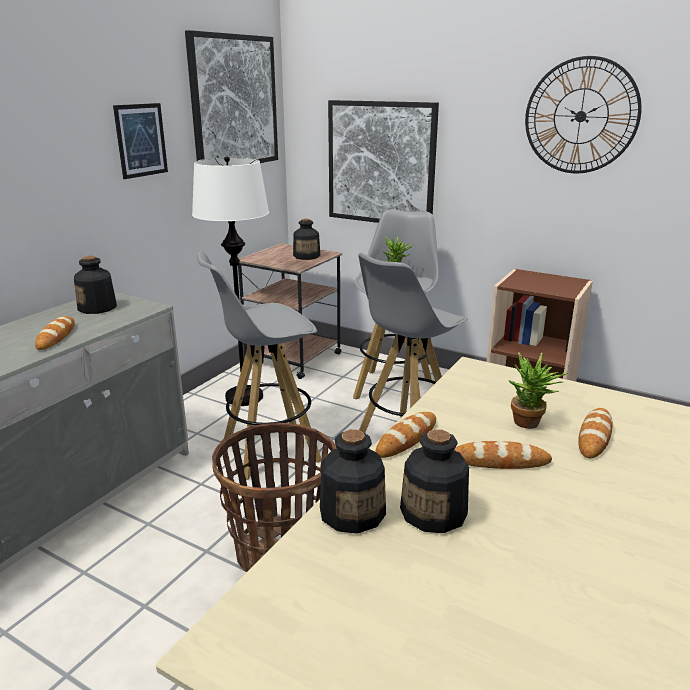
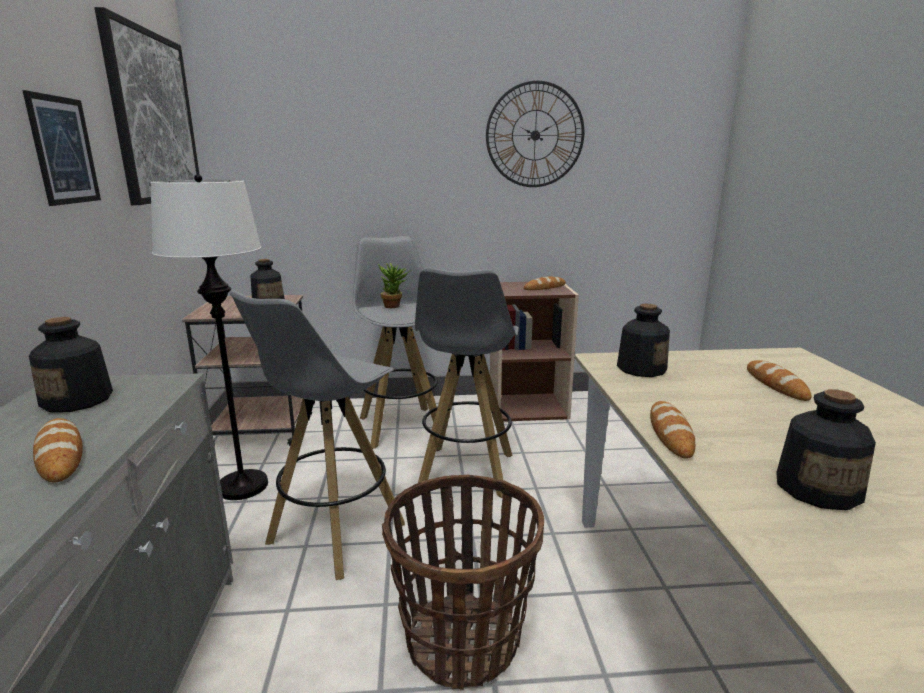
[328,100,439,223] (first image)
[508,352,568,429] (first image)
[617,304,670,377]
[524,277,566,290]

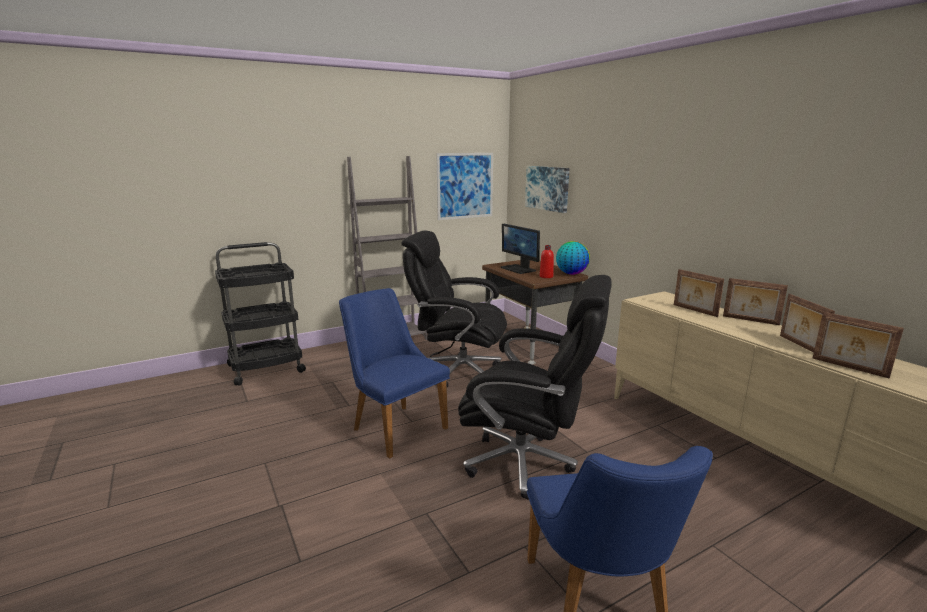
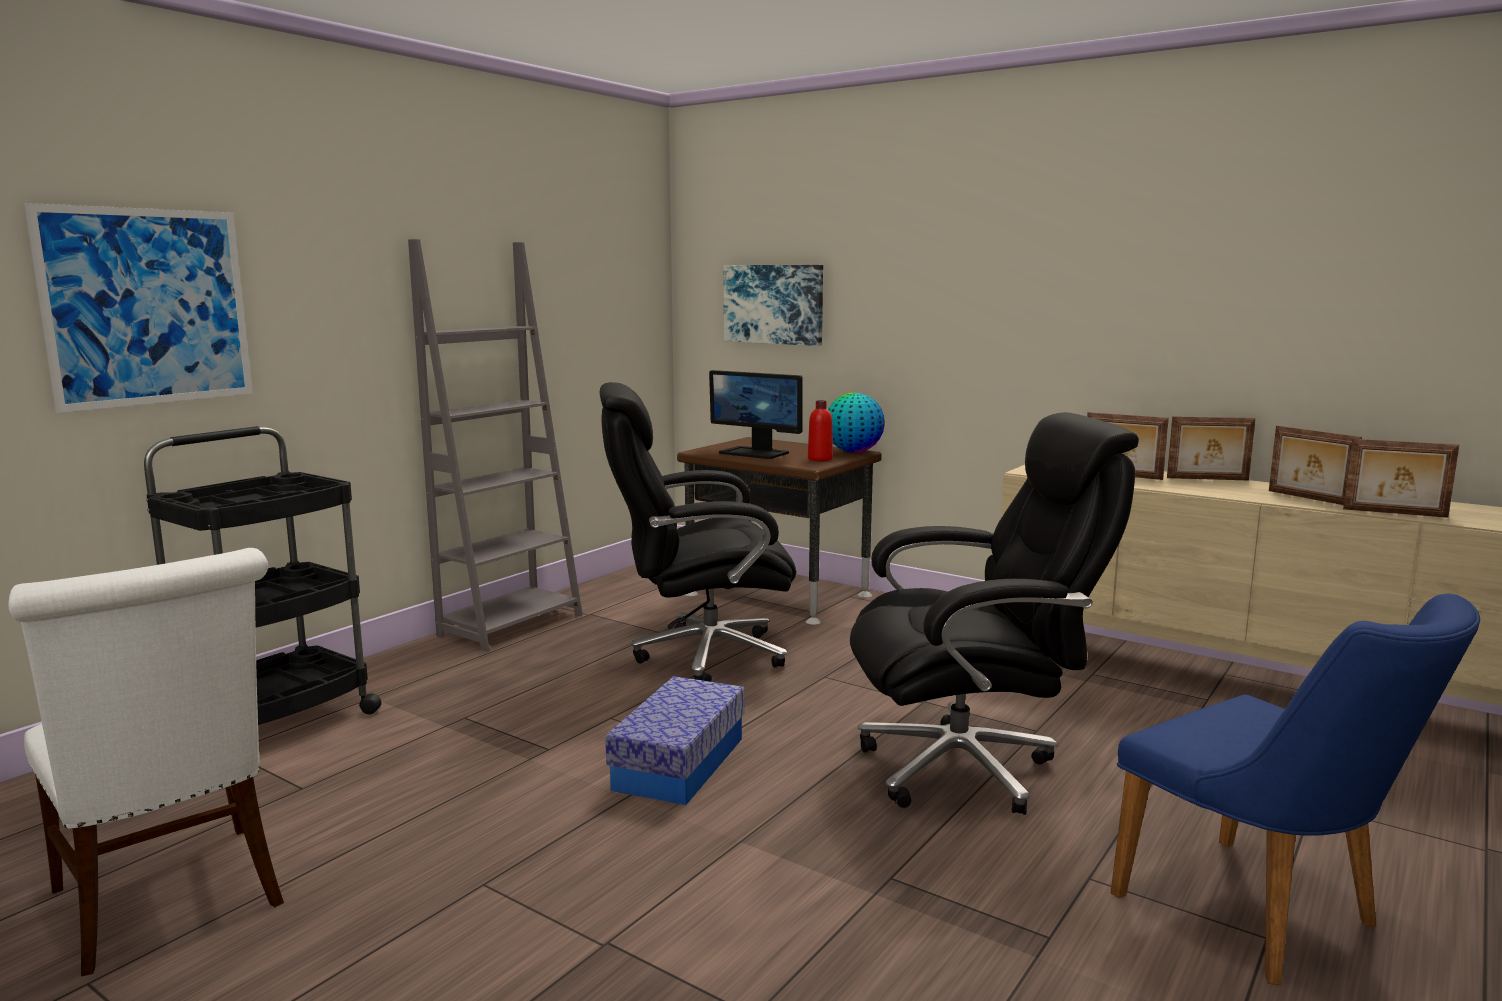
[24,203,253,413]
[605,676,745,805]
[9,548,284,976]

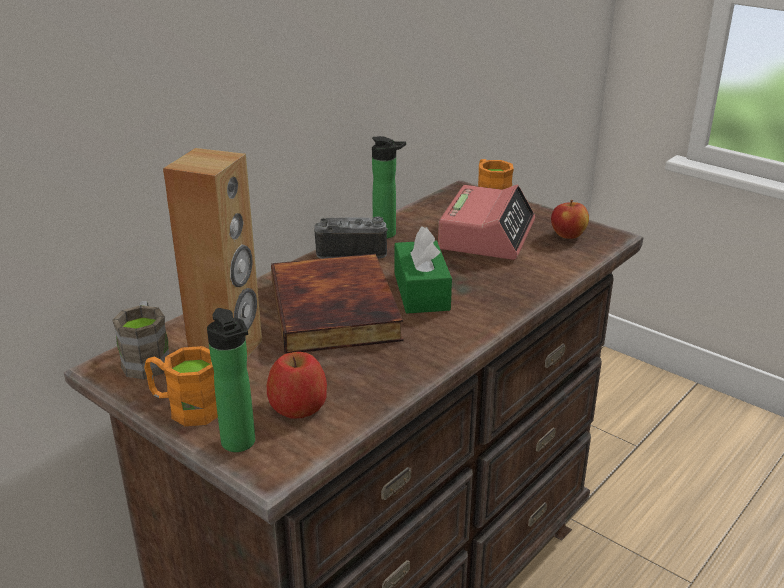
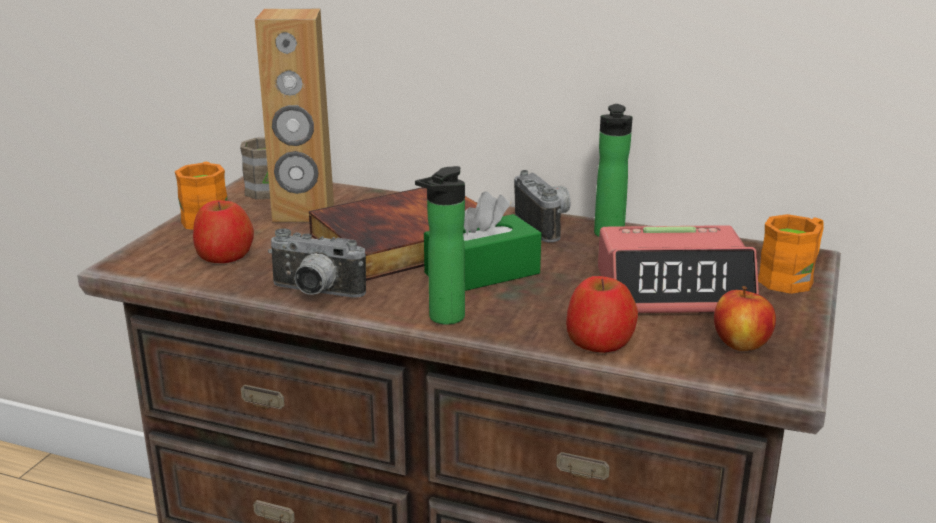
[415,166,465,325]
[268,228,366,298]
[566,276,638,353]

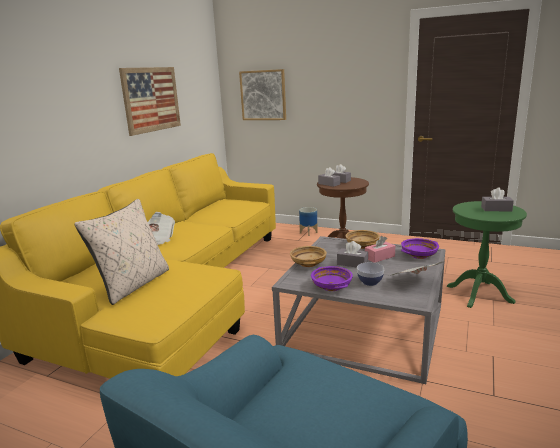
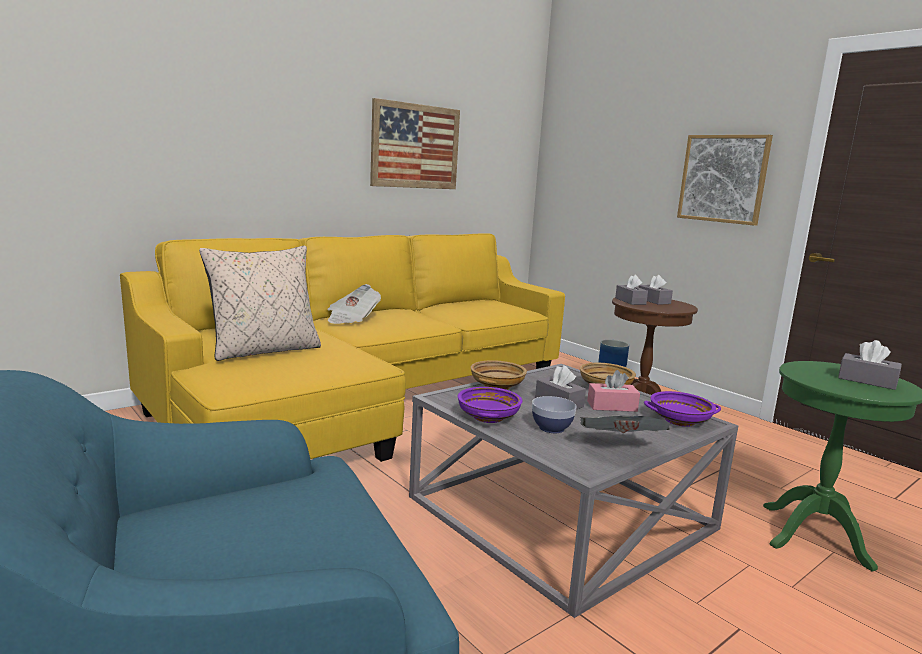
[677,135,773,226]

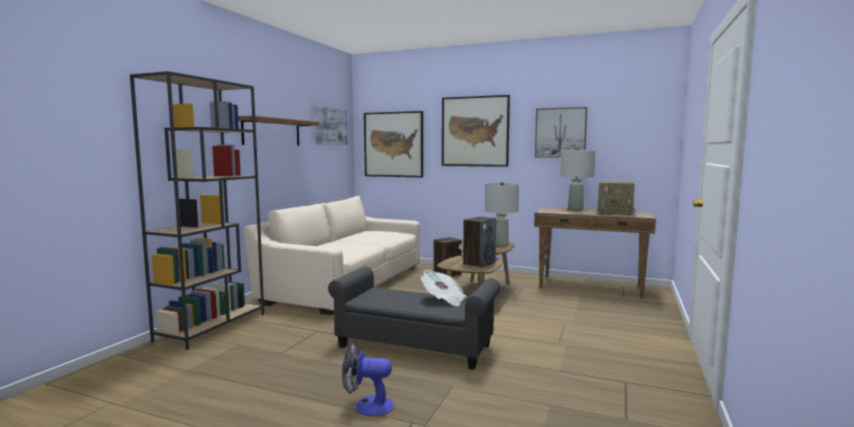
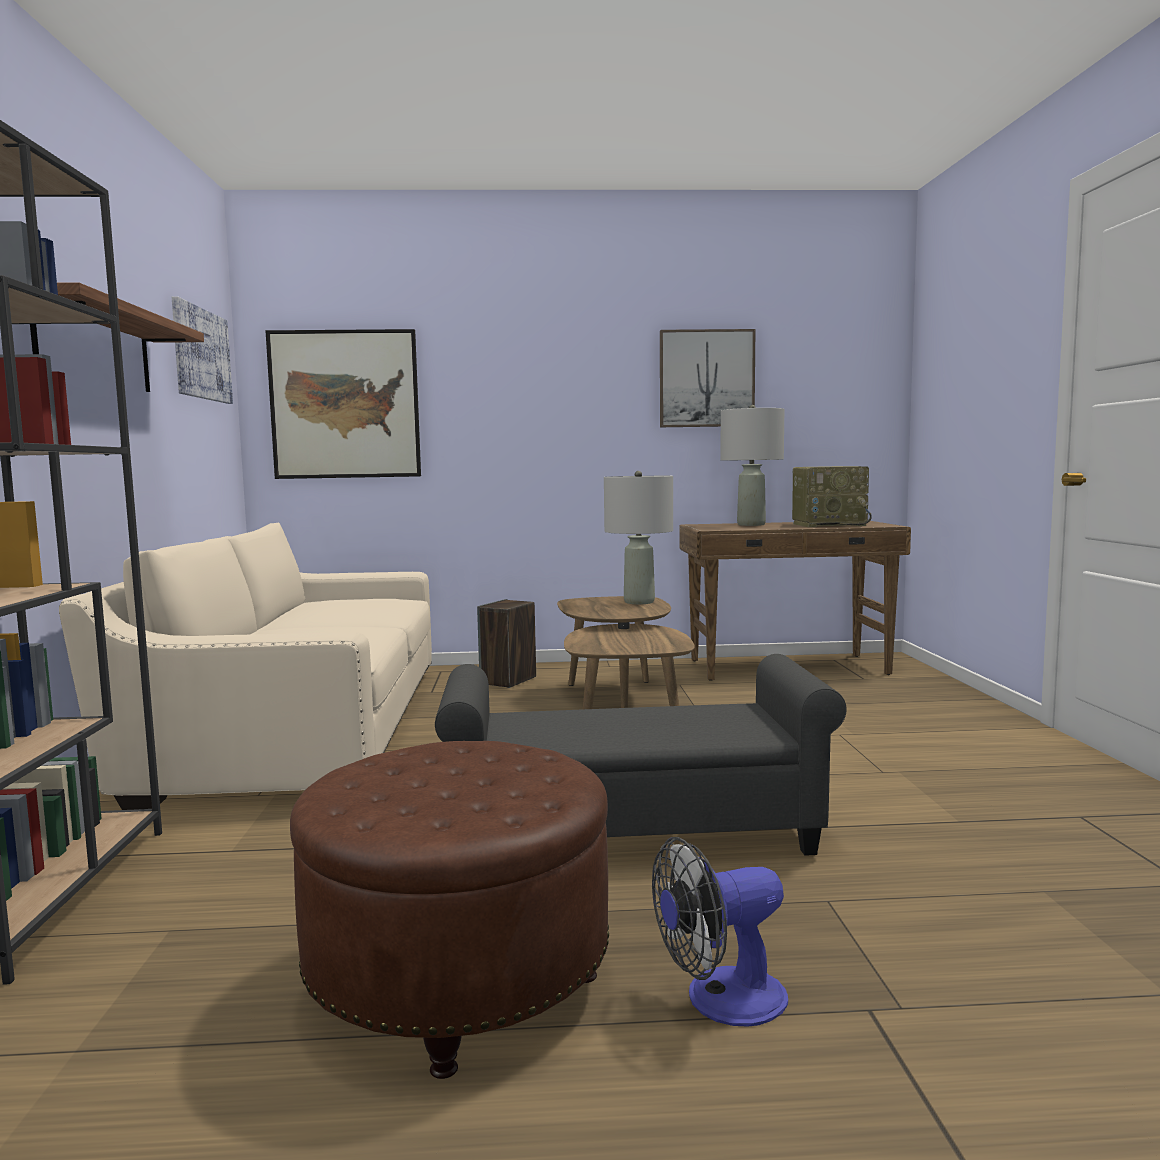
[442,95,510,167] (first image)
[463,216,496,268] (first image)
[421,270,466,306] (first image)
[290,741,609,1079]

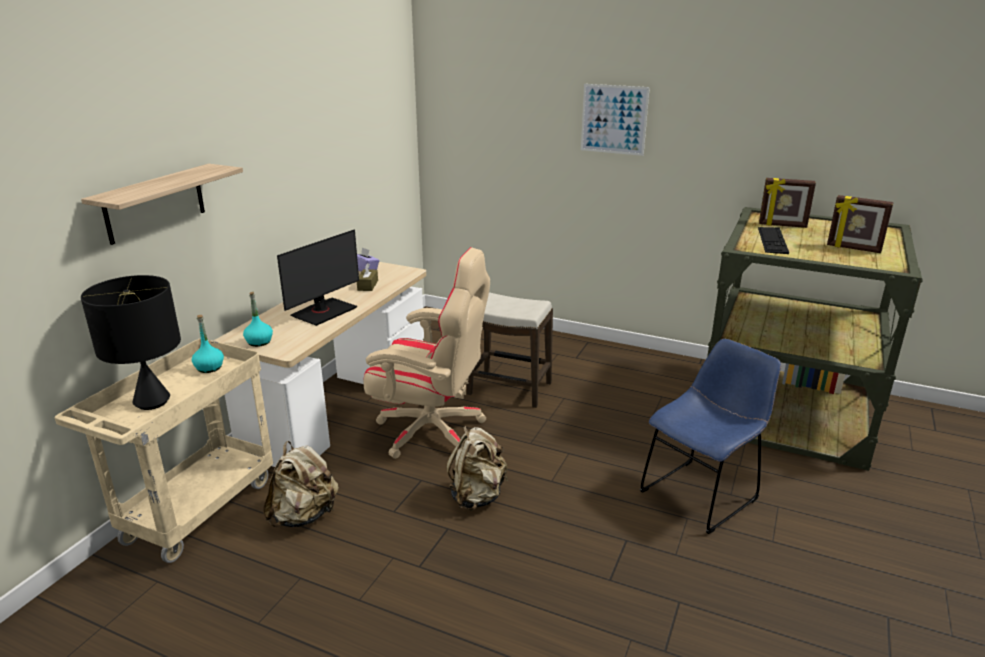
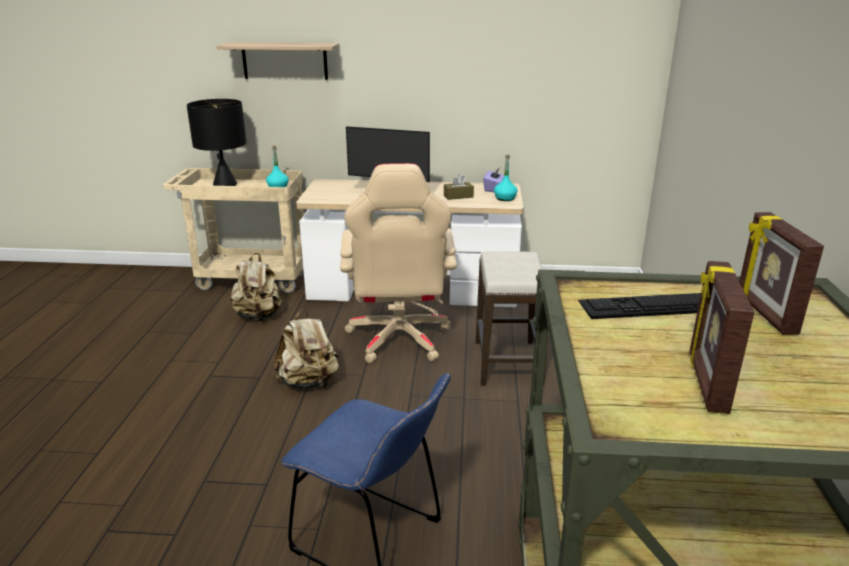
[581,84,650,156] (first image)
[494,155,517,201]

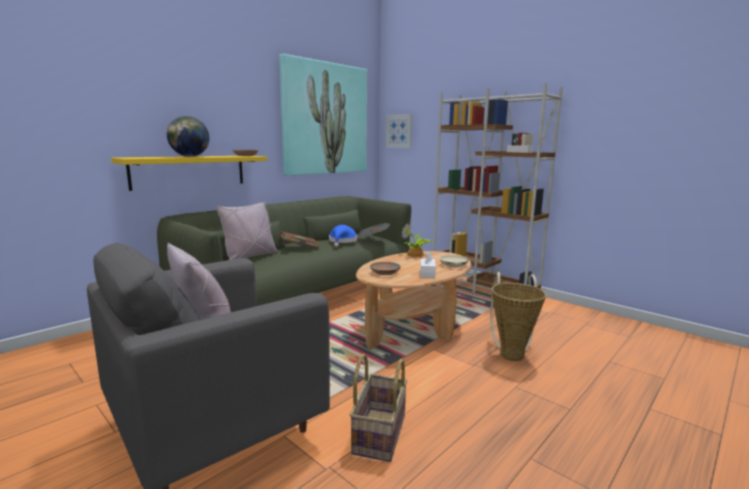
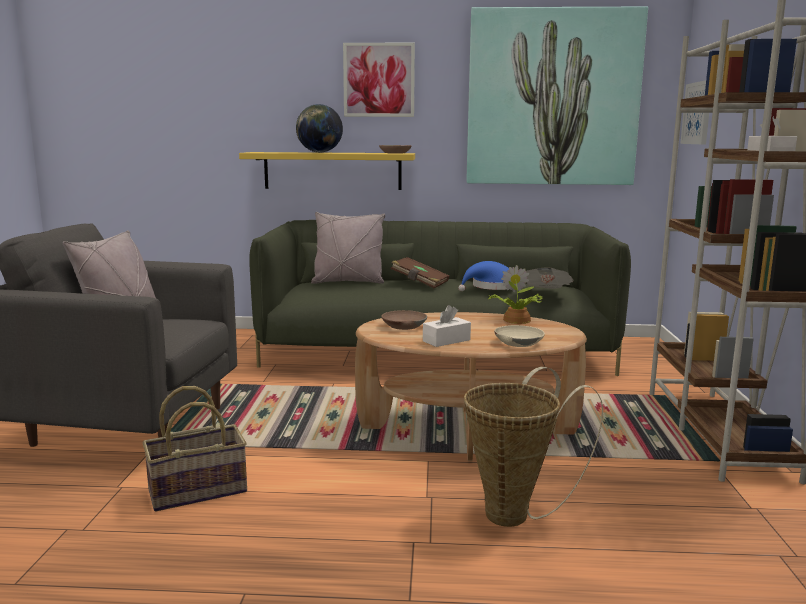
[343,43,415,117]

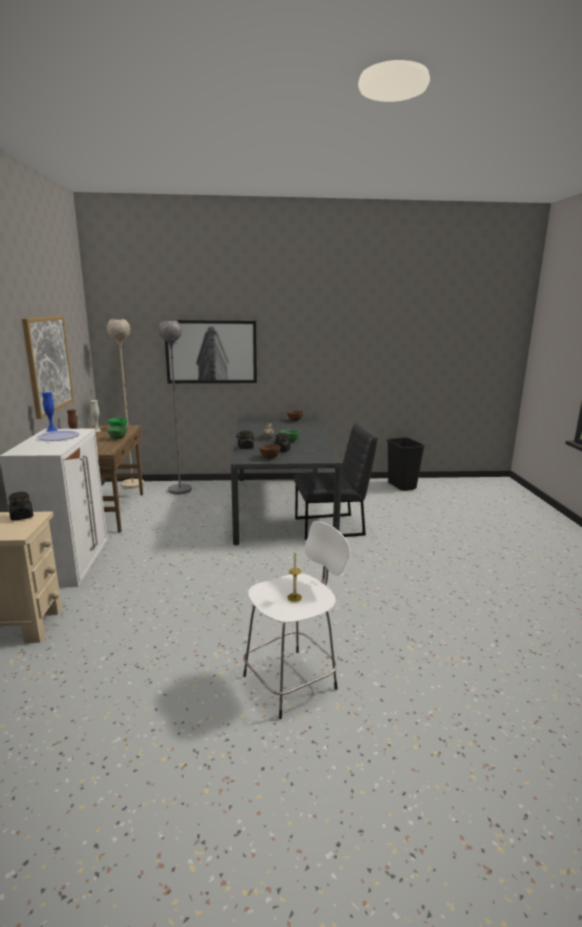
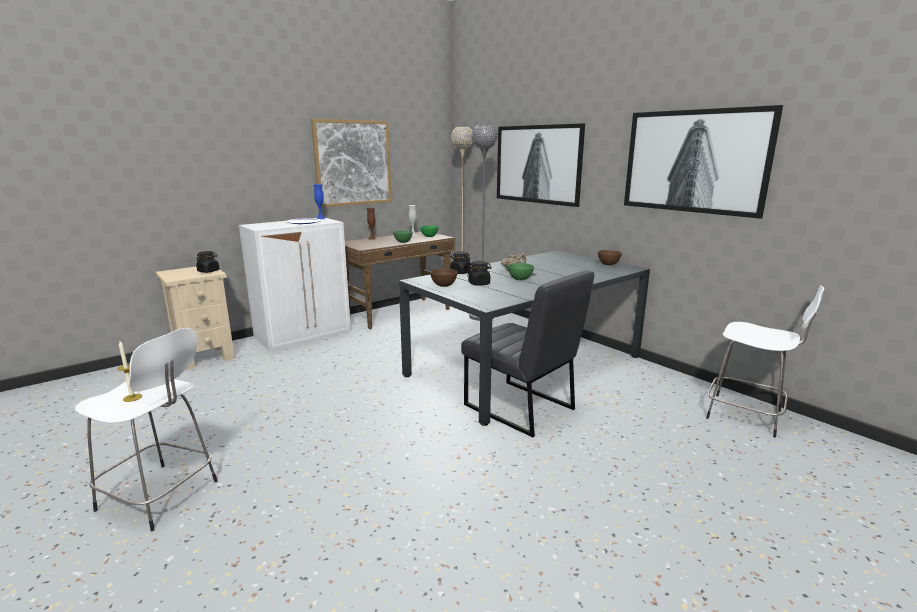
[706,286,824,437]
[624,105,783,219]

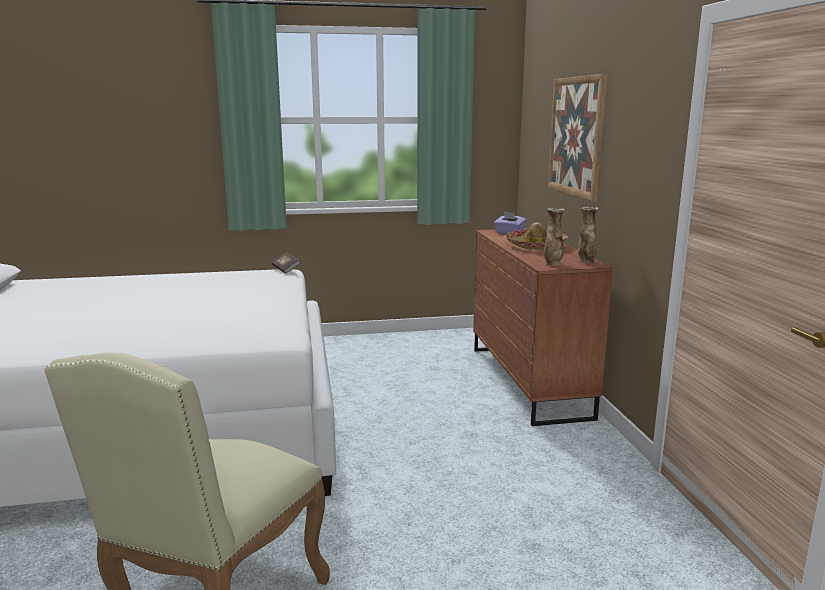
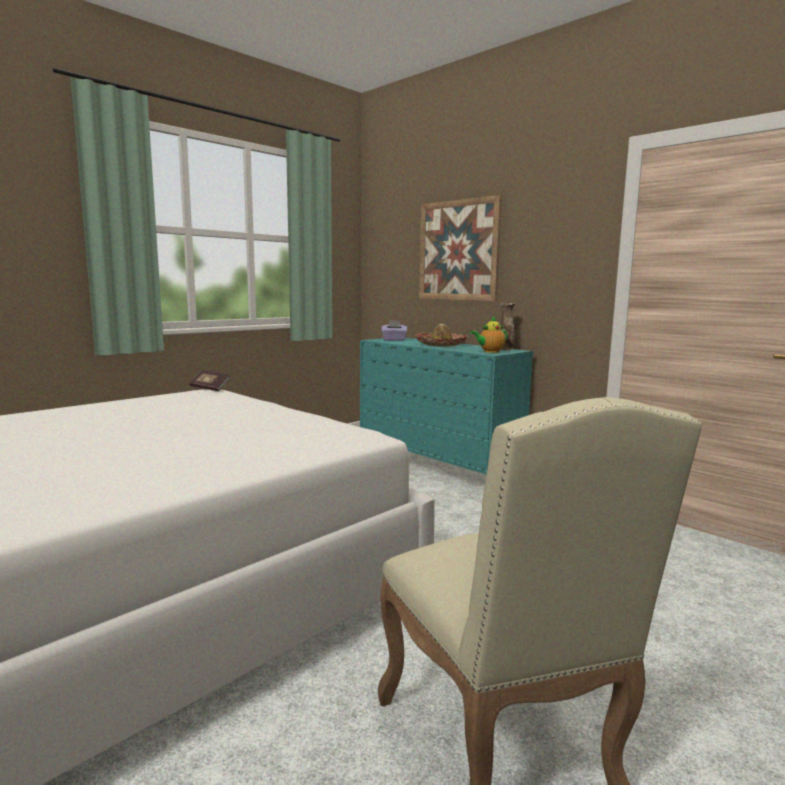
[470,316,507,353]
[360,338,533,474]

